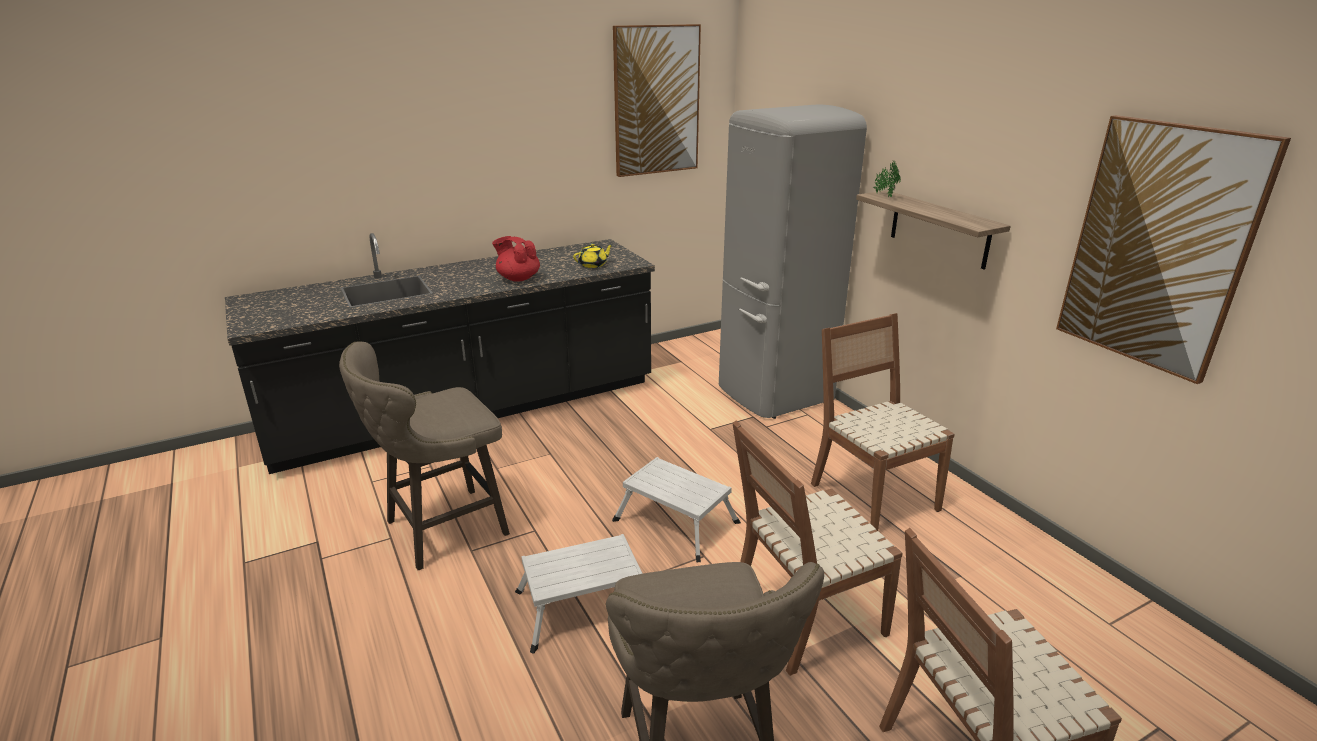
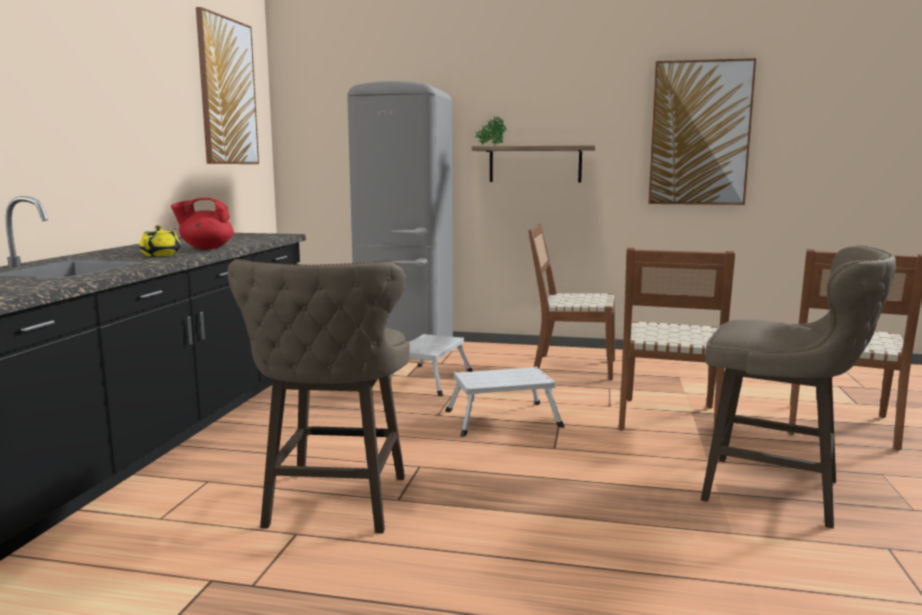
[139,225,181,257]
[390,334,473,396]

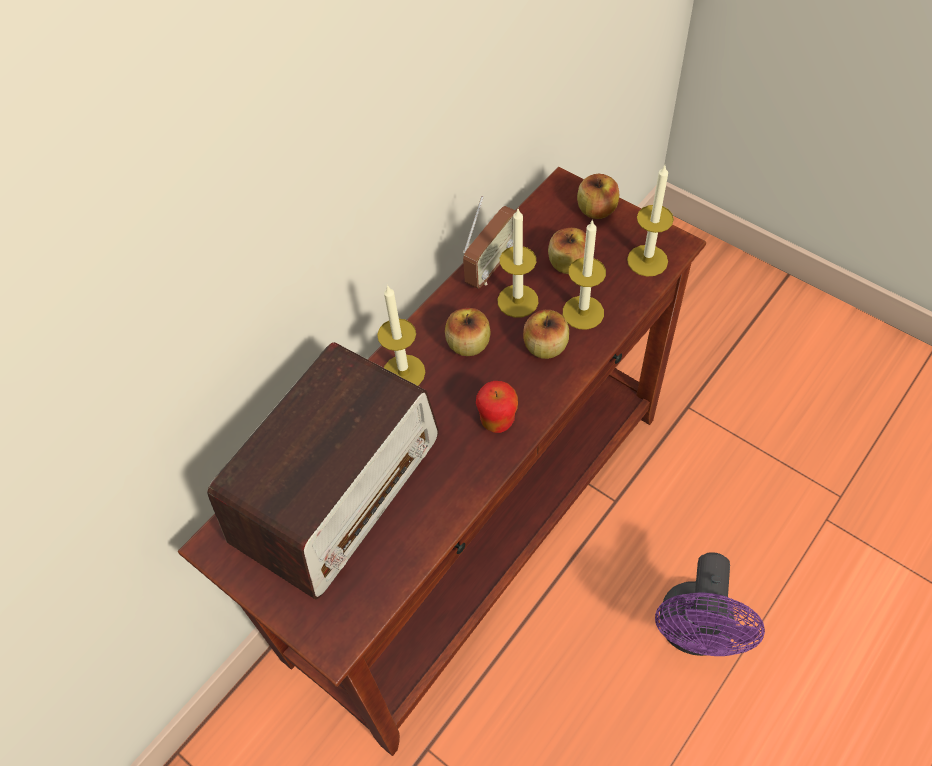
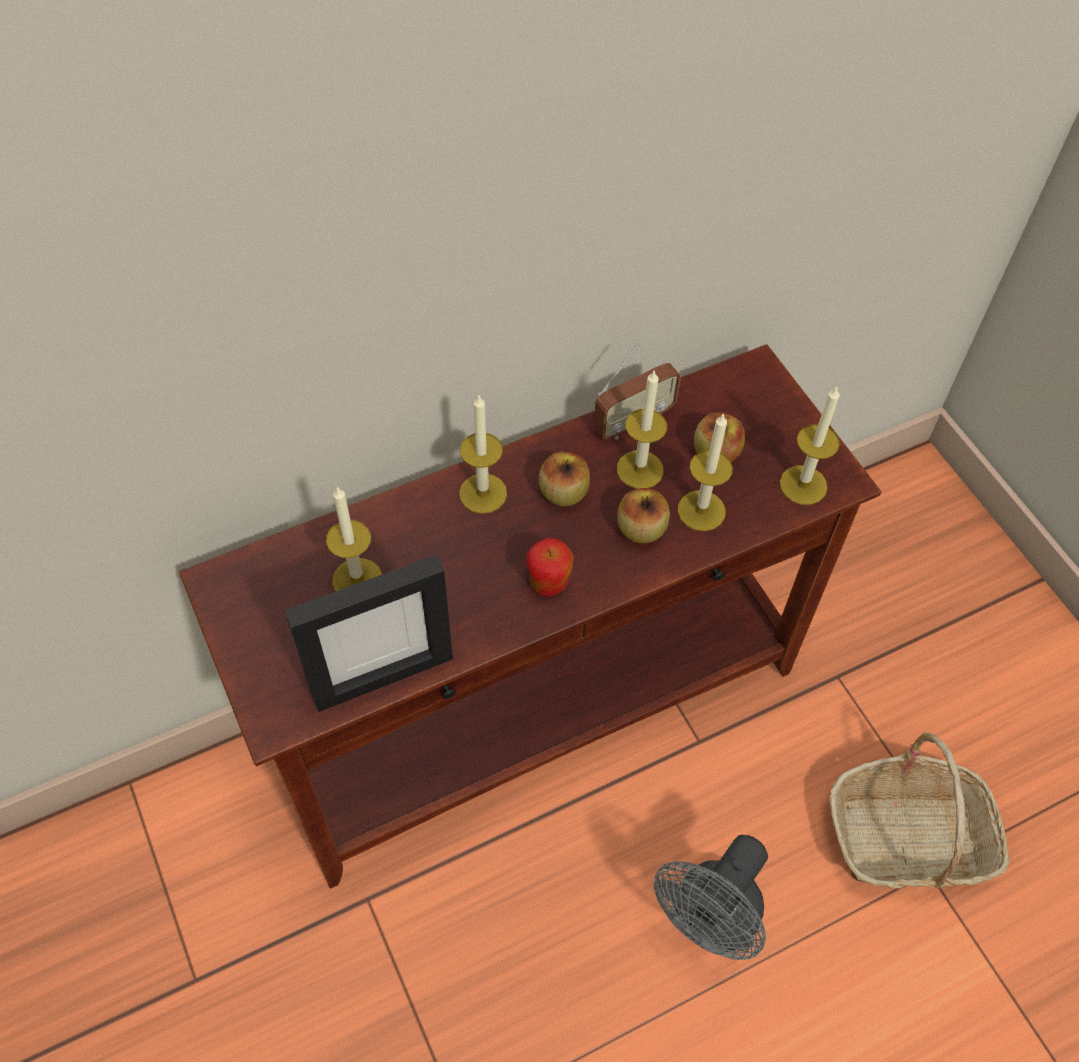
[577,174,619,219] (first image)
[326,486,382,592]
[654,835,768,960]
[284,555,453,712]
[830,732,1010,888]

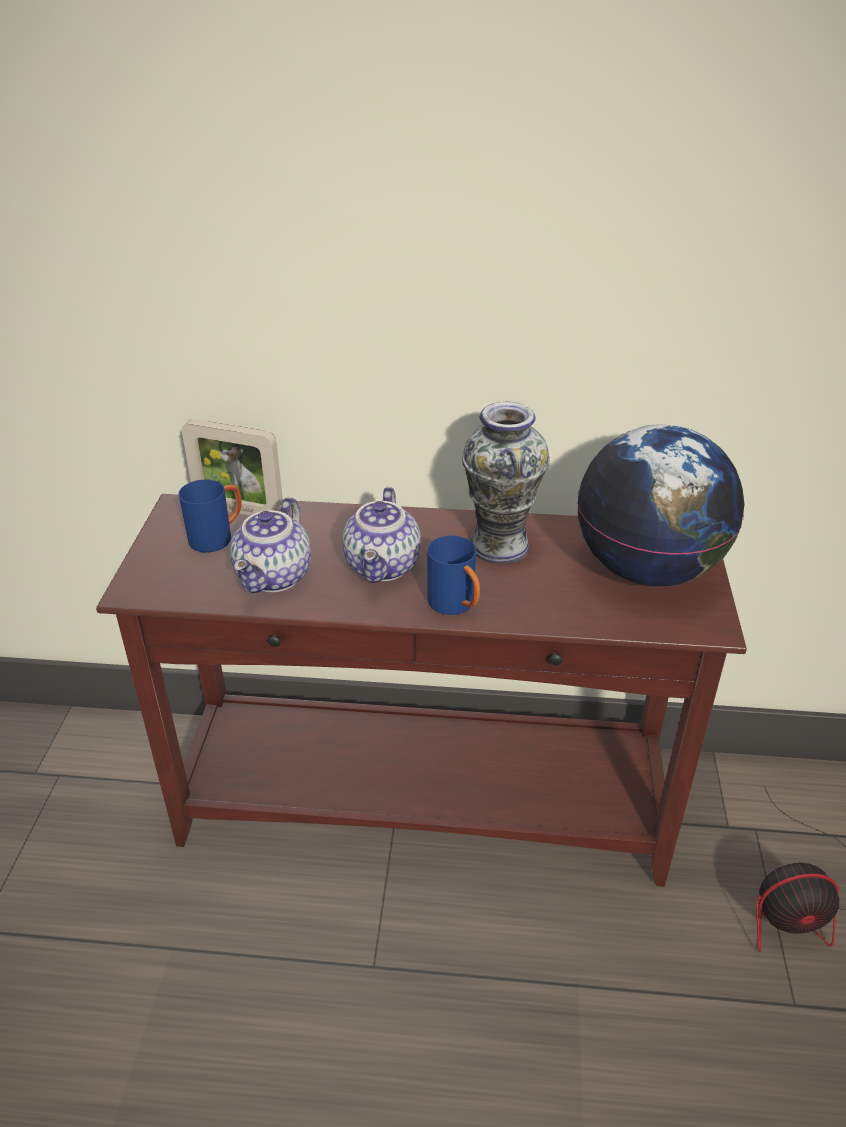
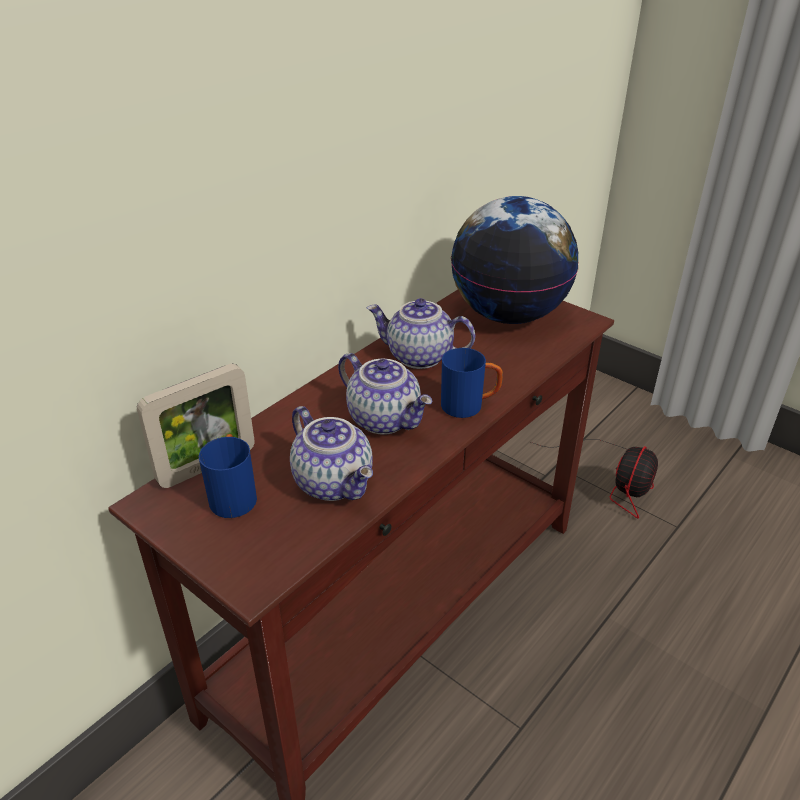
[367,298,475,369]

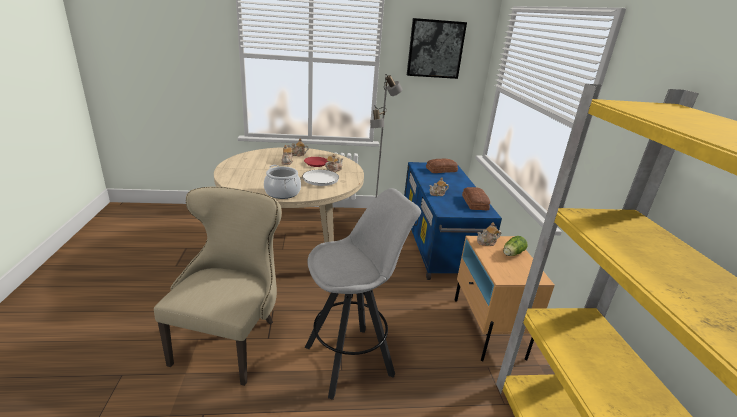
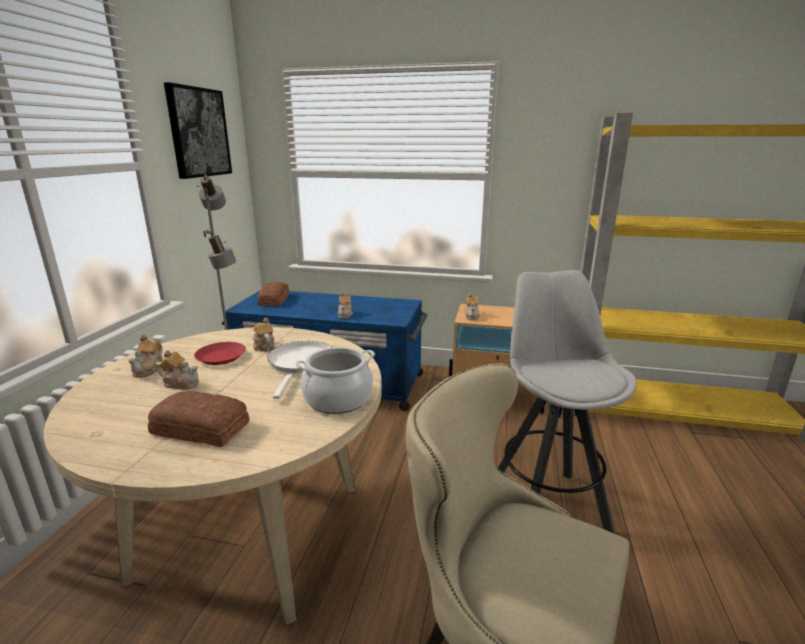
[148,391,249,447]
[503,236,528,256] (first image)

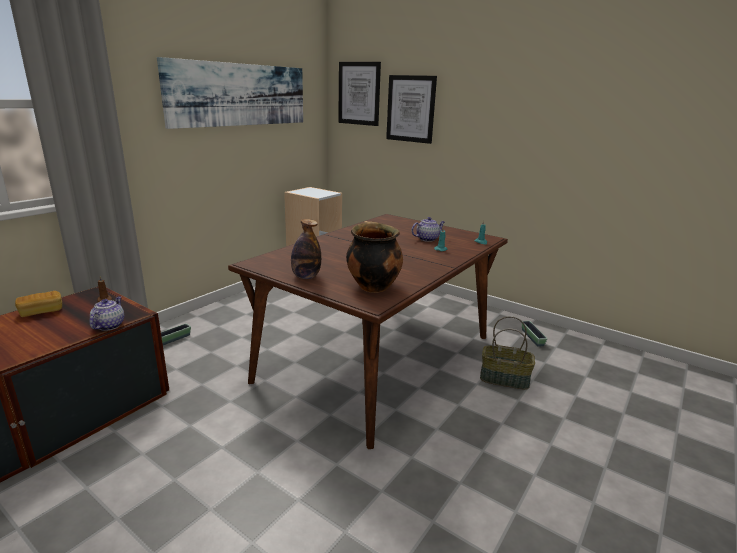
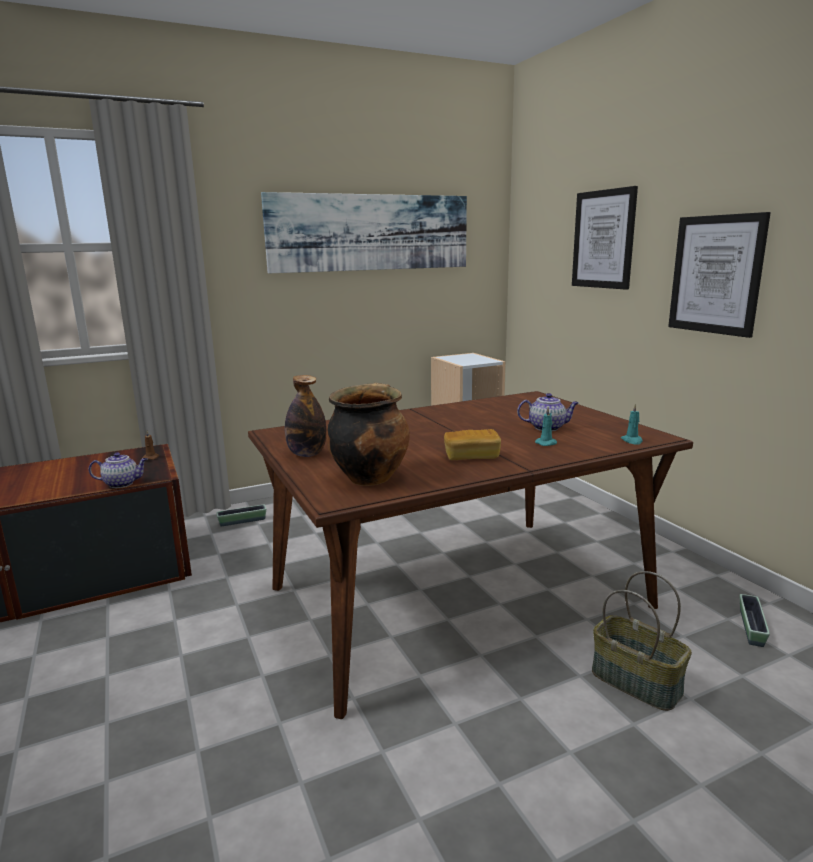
[668,212,771,338]
[444,429,501,460]
[89,452,147,488]

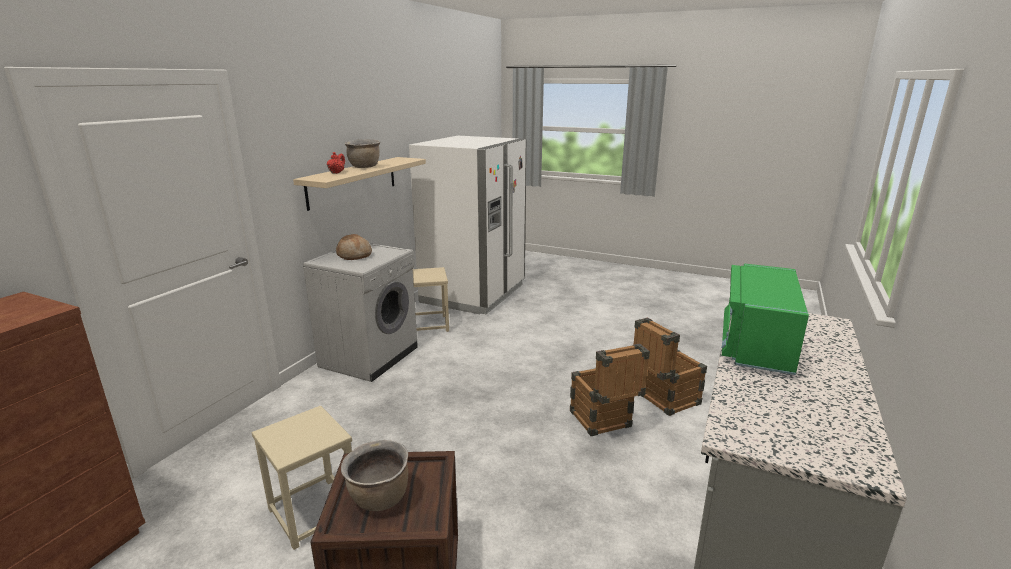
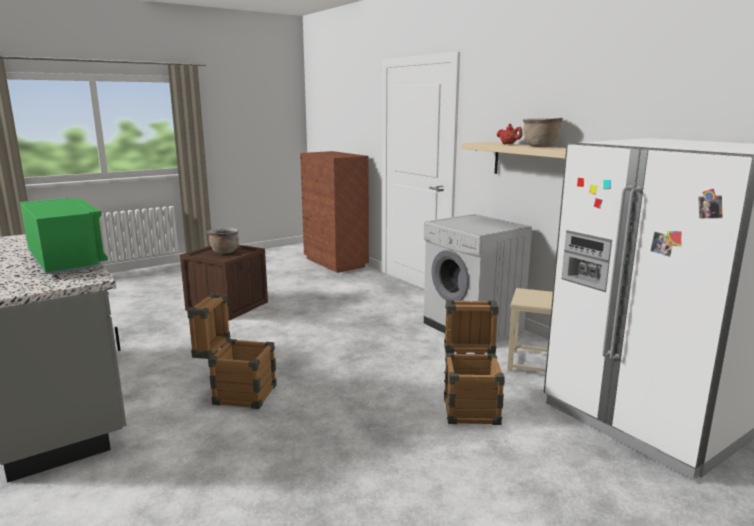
[336,234,372,260] (first image)
[444,300,505,425]
[252,406,352,550] (first image)

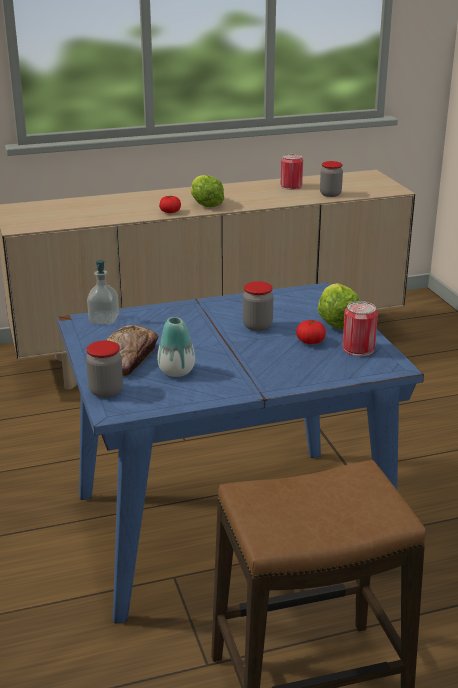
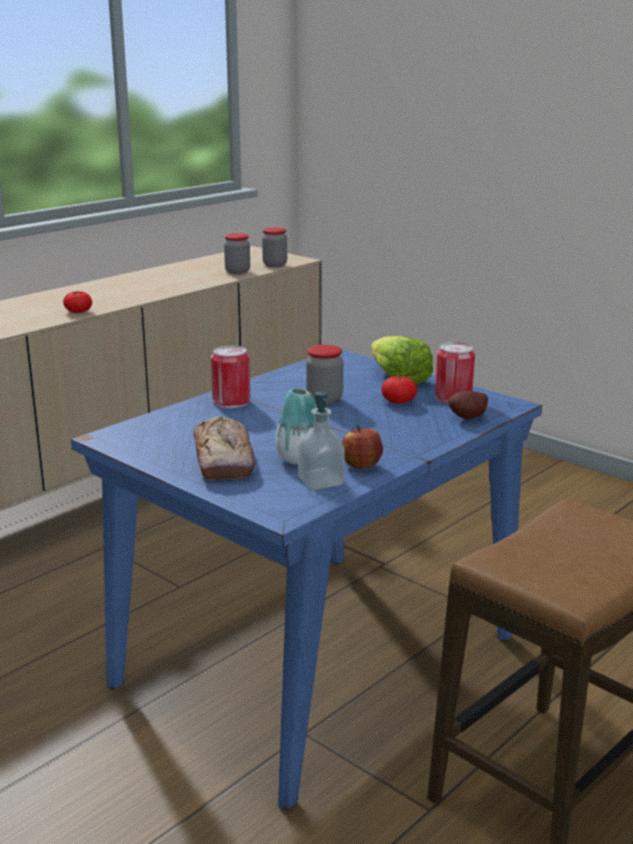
[211,346,250,408]
[191,175,224,207] (first image)
[298,391,345,490]
[262,227,287,267]
[449,391,488,419]
[342,425,383,469]

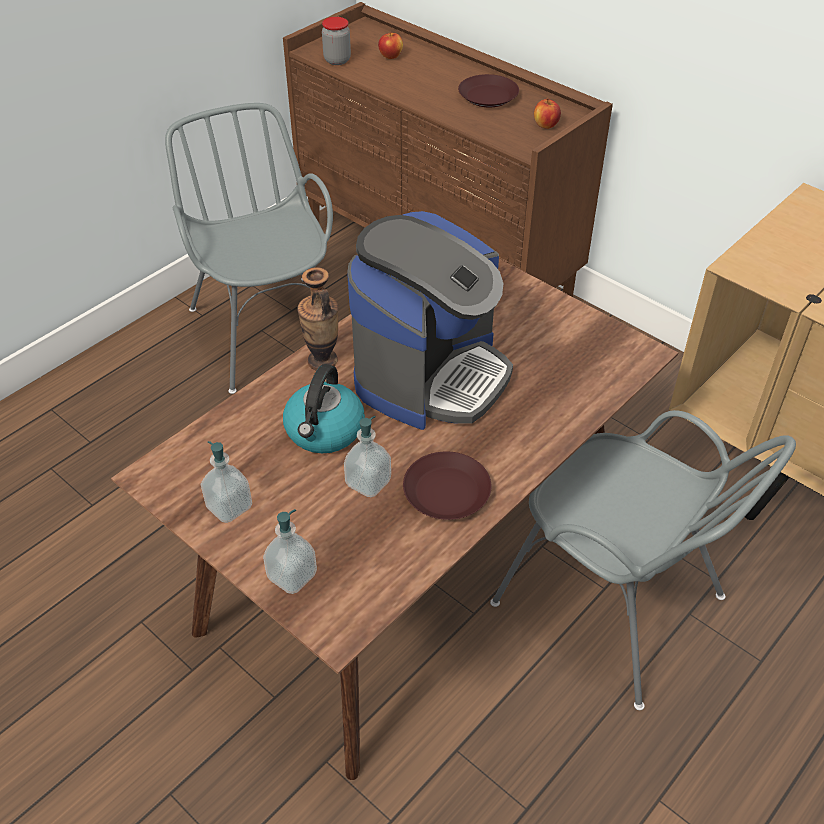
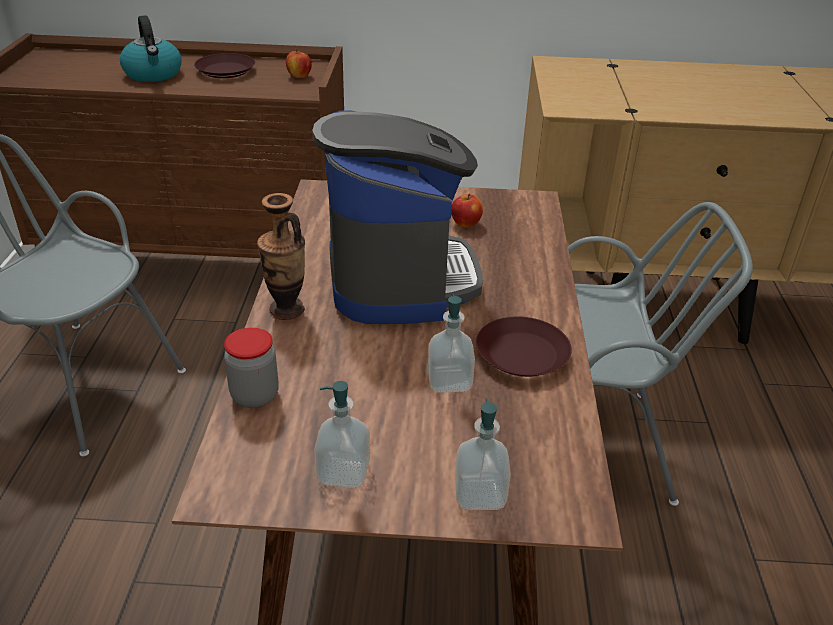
[224,328,279,408]
[451,194,483,228]
[120,15,182,82]

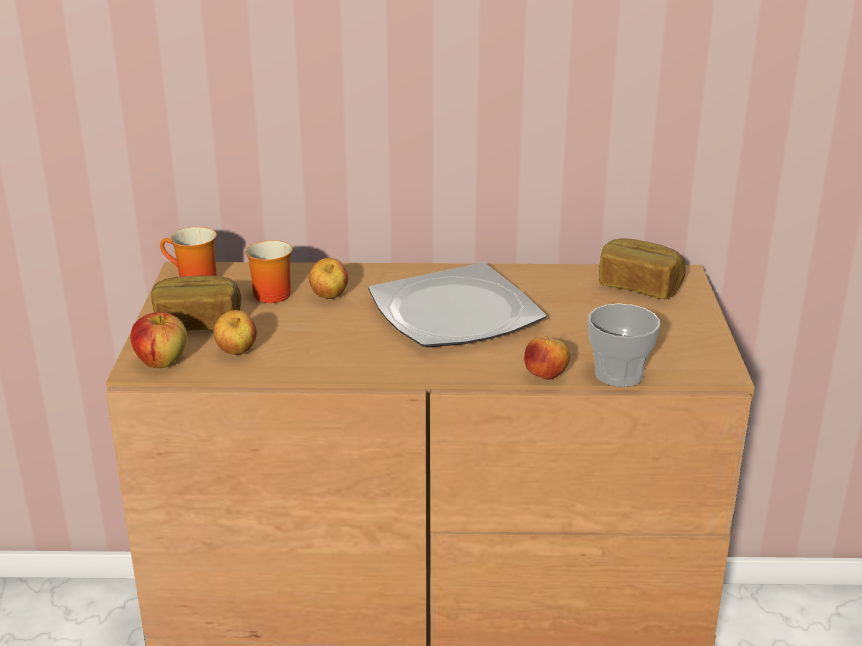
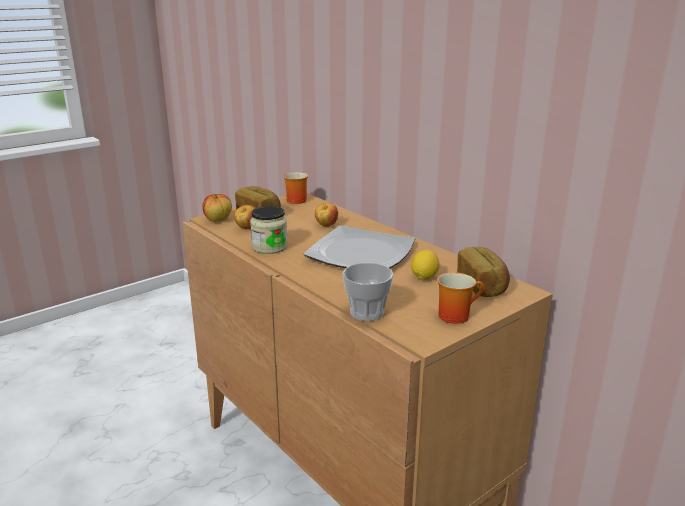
[437,273,484,324]
[524,336,570,380] (first image)
[250,206,288,254]
[411,250,440,280]

